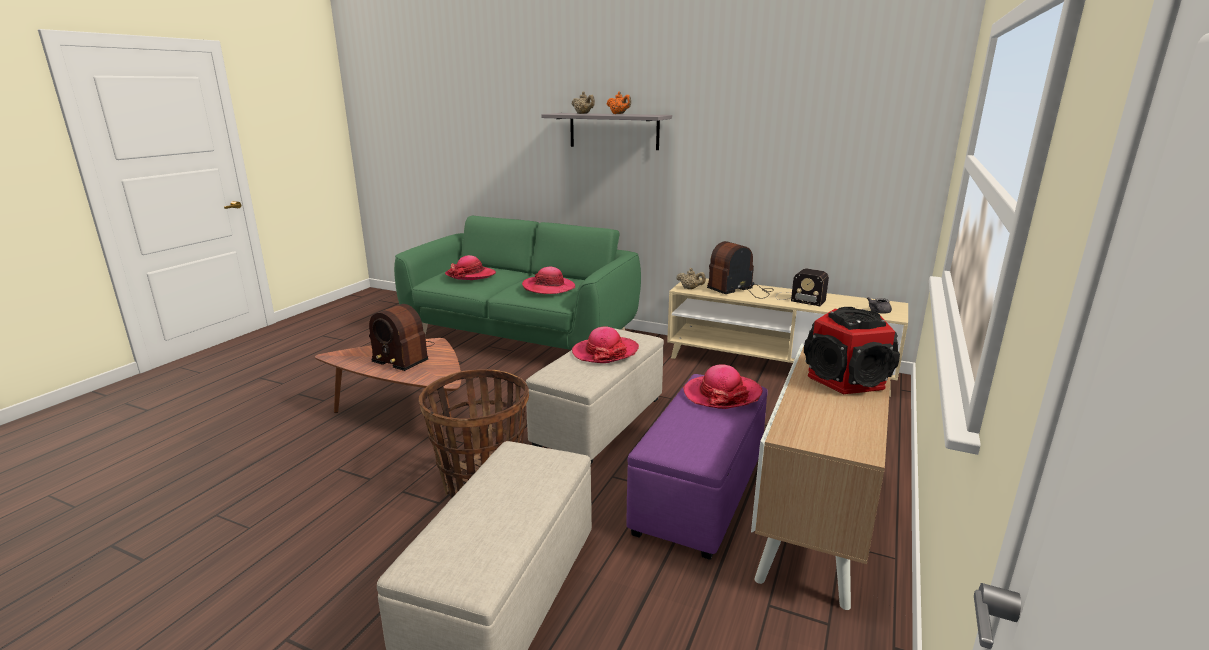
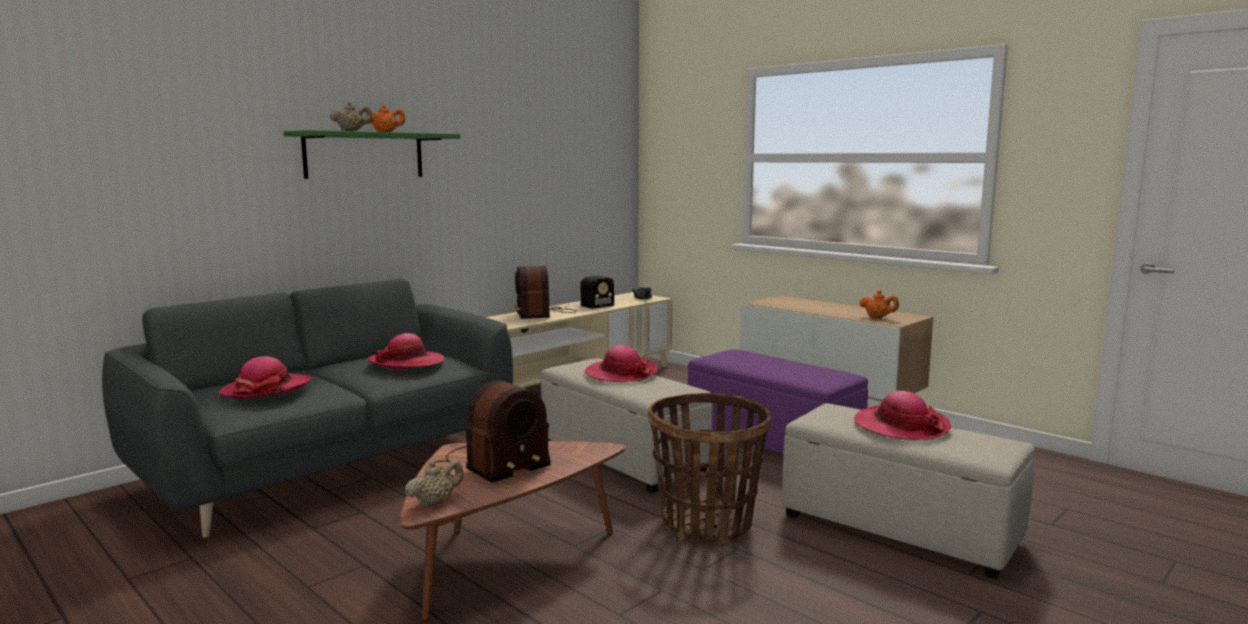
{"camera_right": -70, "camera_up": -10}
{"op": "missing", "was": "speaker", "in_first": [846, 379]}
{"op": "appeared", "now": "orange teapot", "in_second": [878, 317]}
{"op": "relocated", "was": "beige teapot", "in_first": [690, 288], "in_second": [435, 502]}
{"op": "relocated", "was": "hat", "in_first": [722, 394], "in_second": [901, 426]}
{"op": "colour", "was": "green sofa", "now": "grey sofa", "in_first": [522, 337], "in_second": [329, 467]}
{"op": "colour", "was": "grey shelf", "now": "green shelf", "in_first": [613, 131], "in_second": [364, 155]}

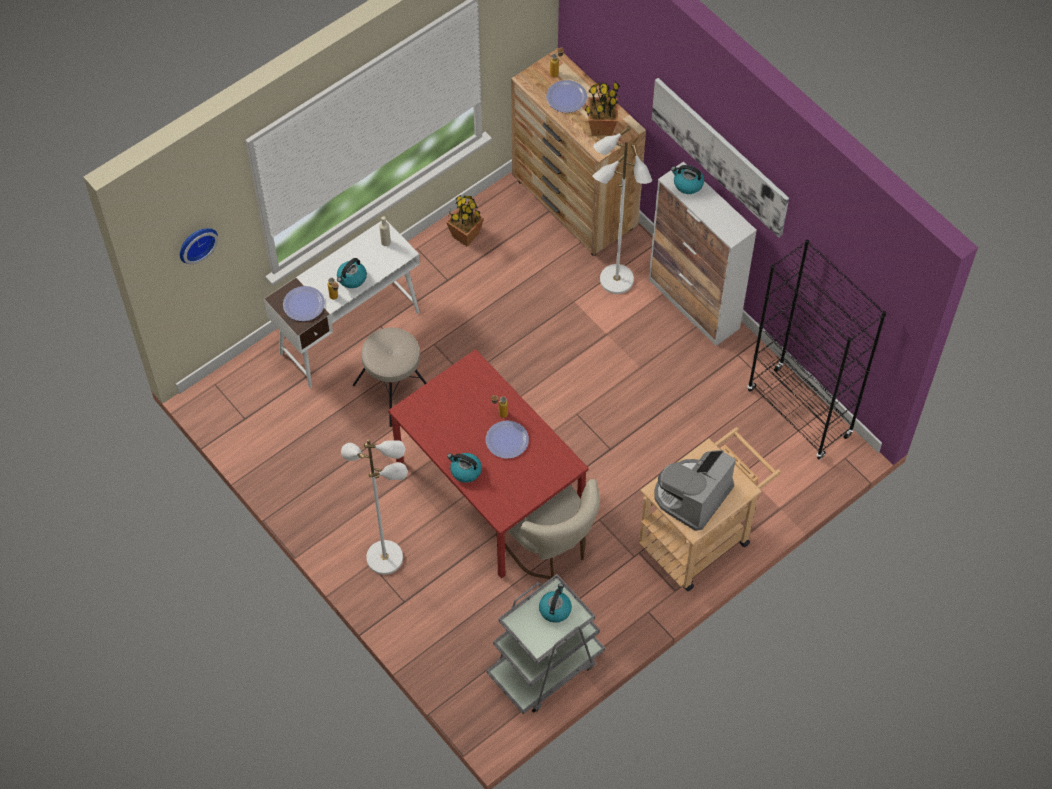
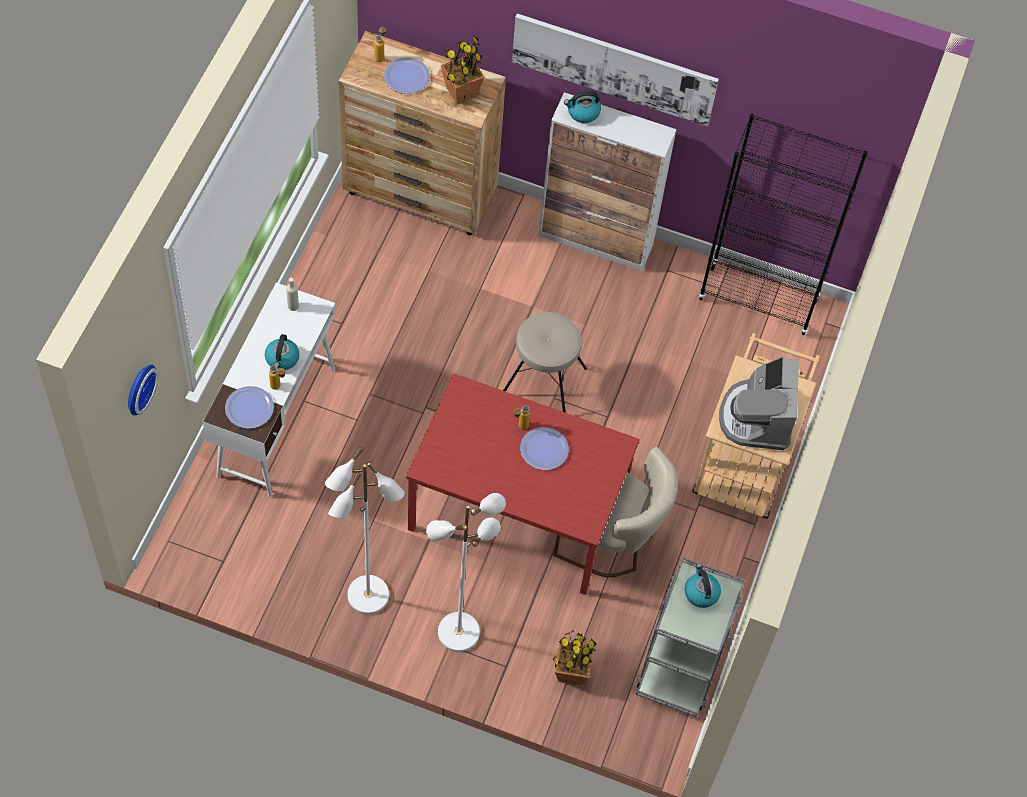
{"camera_right": -35, "camera_up": 0}
{"op": "missing", "was": "kettle", "in_first": [465, 471]}
{"op": "relocated", "was": "beige stool", "in_first": [394, 389], "in_second": [543, 380]}
{"op": "relocated", "was": "potted plant", "in_first": [465, 235], "in_second": [571, 672]}
{"op": "relocated", "was": "white floor lamp", "in_first": [616, 280], "in_second": [368, 596]}

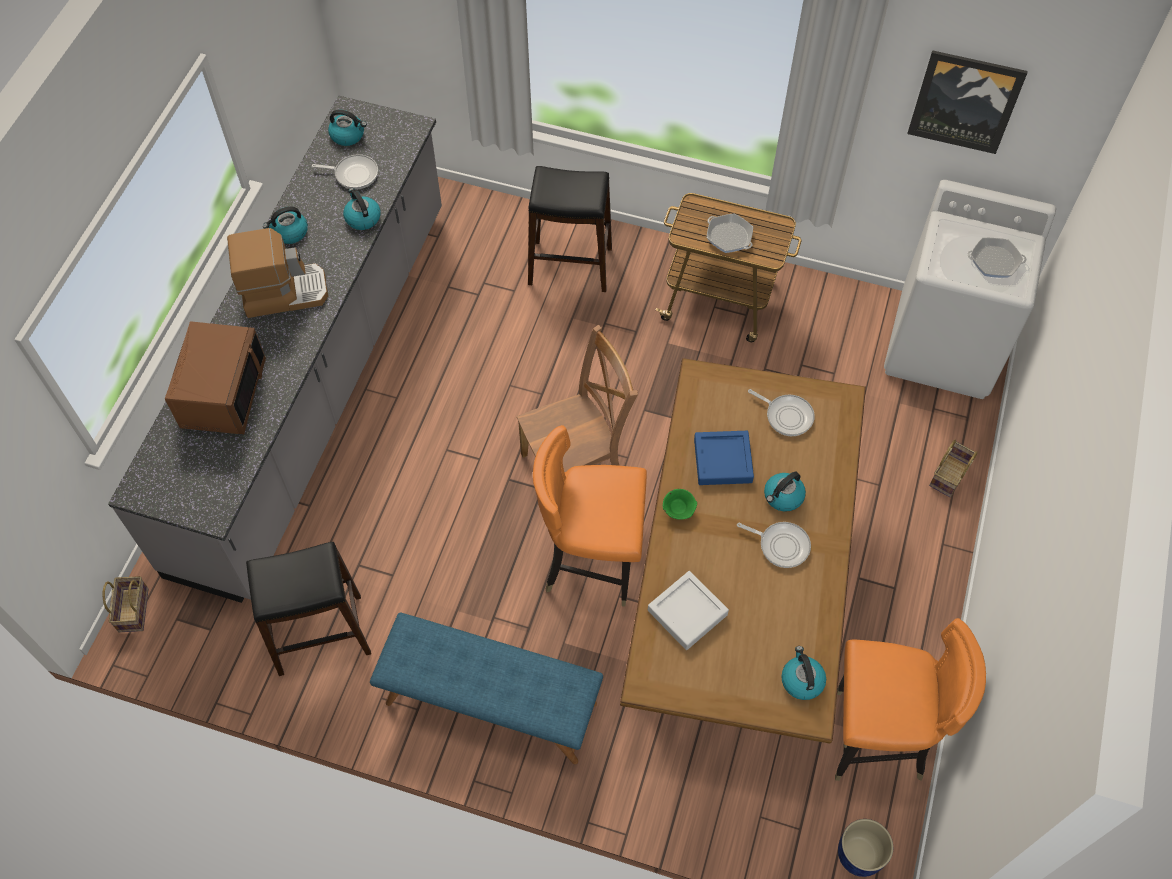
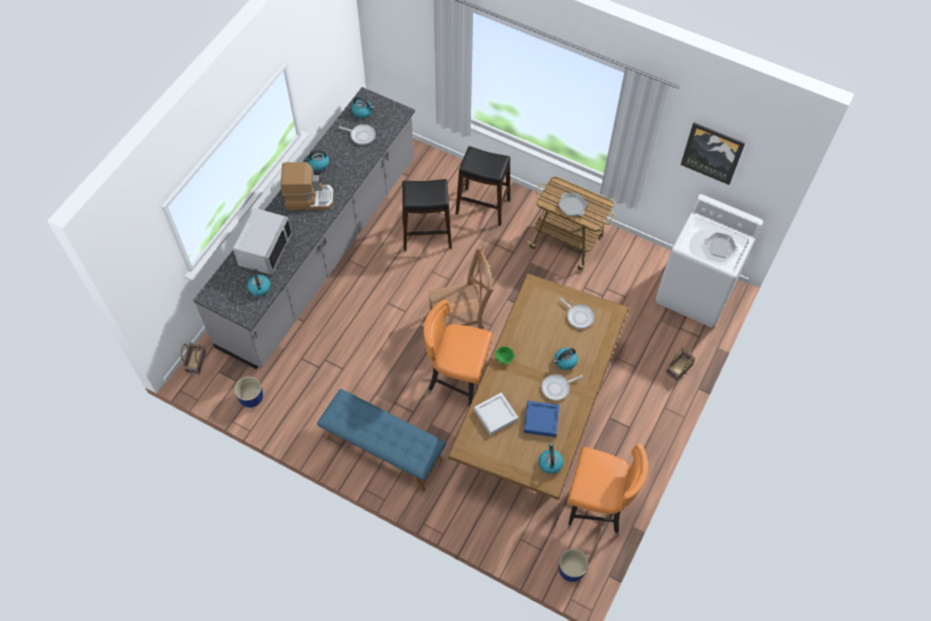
{"camera_right": 10, "camera_up": 0}
{"op": "appeared", "now": "blue planter", "in_second": [251, 398]}
{"op": "relocated", "was": "black stool", "in_first": [321, 634], "in_second": [427, 235]}
{"op": "relocated", "was": "kettle", "in_first": [362, 218], "in_second": [259, 287]}
{"op": "relocated", "was": "blue tray", "in_first": [722, 461], "in_second": [541, 420]}
{"op": "colour", "was": "brown microwave", "now": "grey microwave", "in_first": [222, 393], "in_second": [264, 250]}
{"op": "spun", "was": "frying pan", "in_first": [781, 545], "in_second": [557, 388], "clockwise": 120}

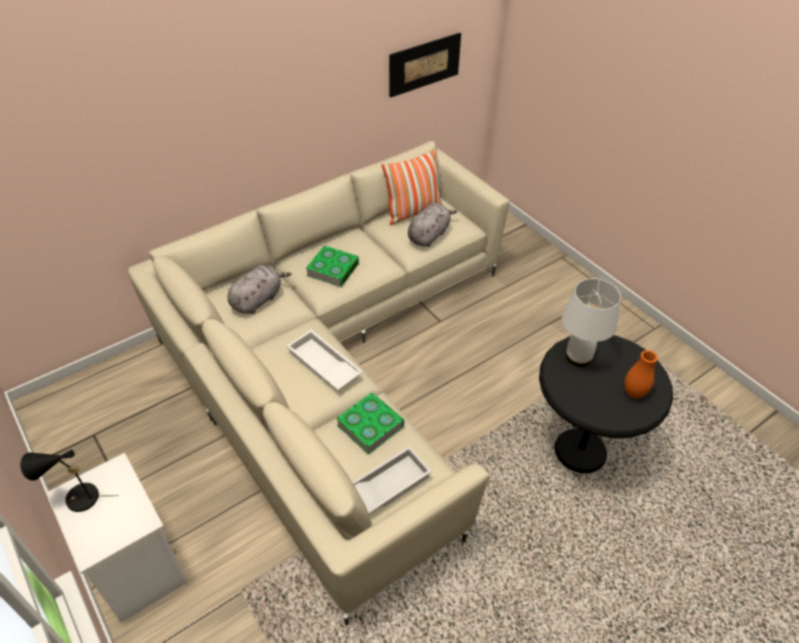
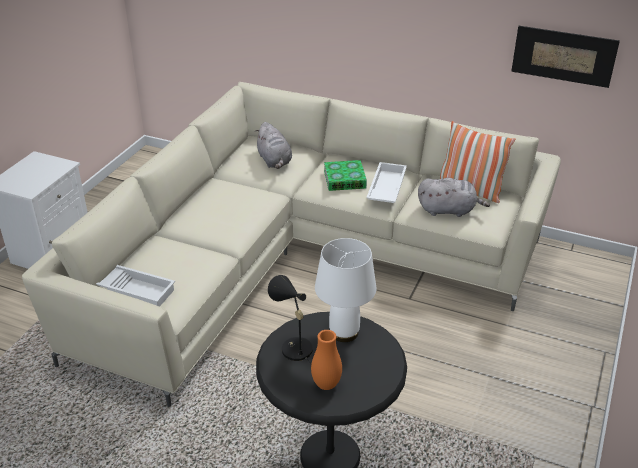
{"camera_right": 60, "camera_up": -10}
{"op": "missing", "was": "book", "in_first": [370, 426]}
{"op": "relocated", "was": "black table lamp", "in_first": [77, 499], "in_second": [293, 347]}
{"op": "relocated", "was": "white tray", "in_first": [323, 365], "in_second": [385, 188]}
{"op": "spun", "was": "grey plush toy", "in_first": [258, 300], "in_second": [274, 161], "clockwise": 60}

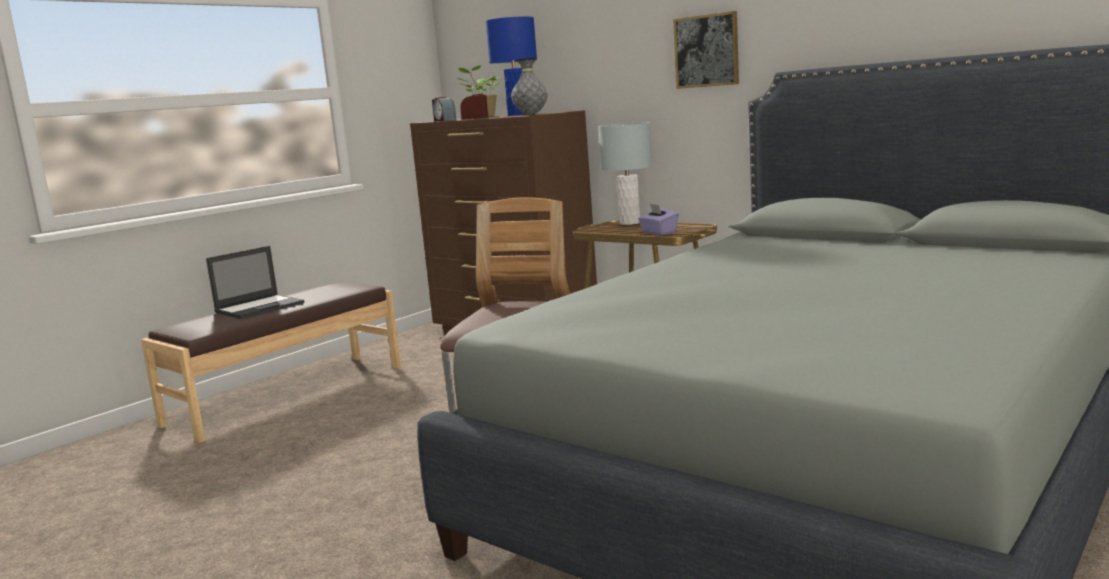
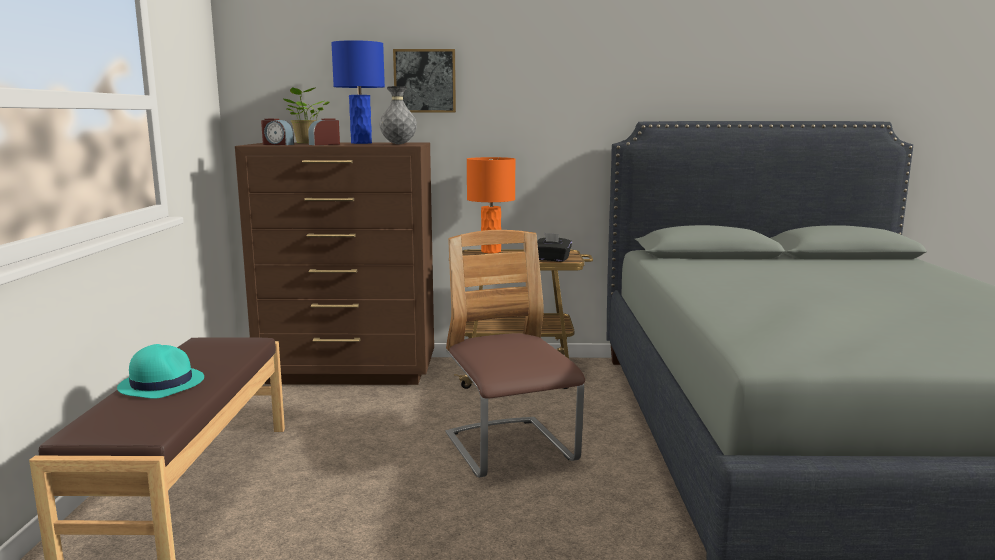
{"camera_right": -40, "camera_up": 0}
{"op": "relocated", "was": "picture", "in_first": [706, 51], "in_second": [425, 81]}
{"op": "exchanged", "was": "laptop", "now": "turquoise hat", "in_first": [260, 307], "in_second": [161, 383]}
{"op": "colour", "was": "grey table lamp", "now": "orange table lamp", "in_first": [629, 223], "in_second": [490, 251]}
{"op": "colour", "was": "purple tissue box", "now": "black tissue box", "in_first": [658, 233], "in_second": [552, 259]}

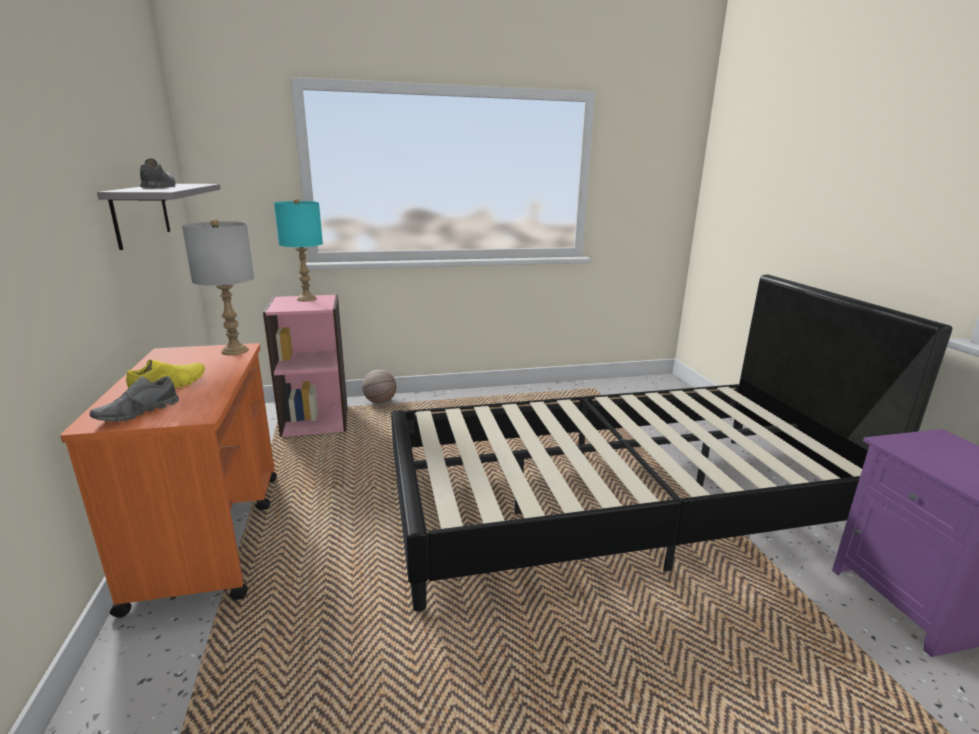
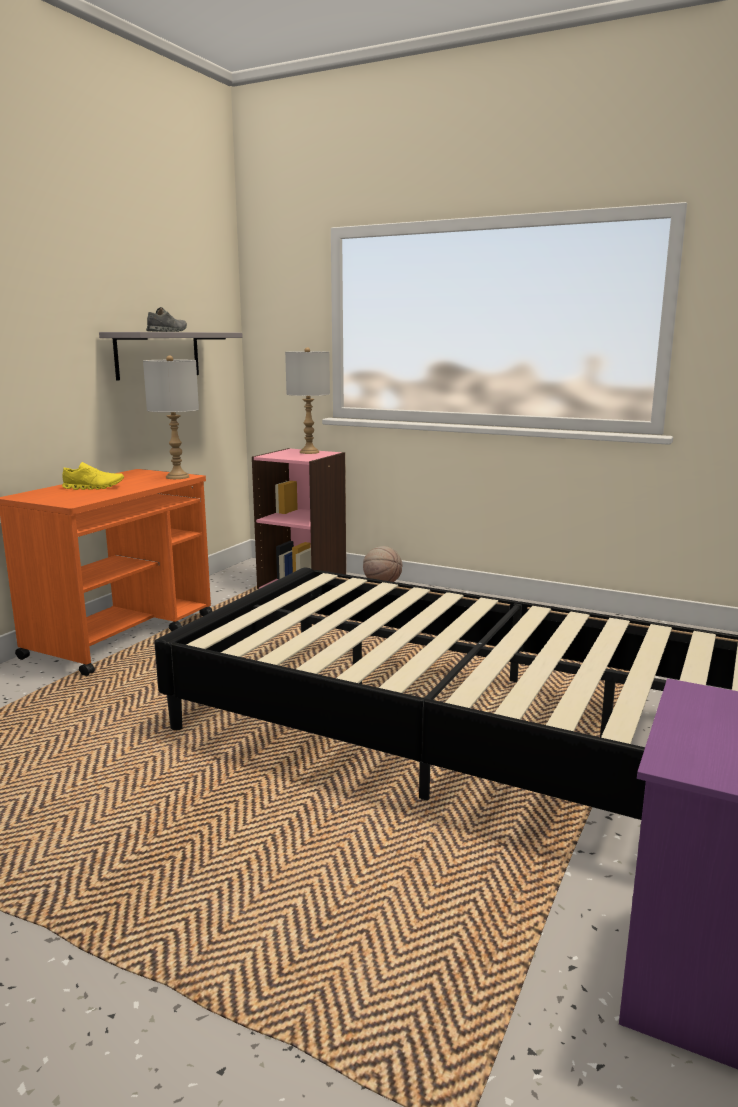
{"camera_right": 40, "camera_up": -5}
{"op": "missing", "was": "grey shoe", "in_first": [137, 413]}
{"op": "colour", "was": "turquoise table lamp", "now": "grey table lamp", "in_first": [307, 299], "in_second": [309, 452]}

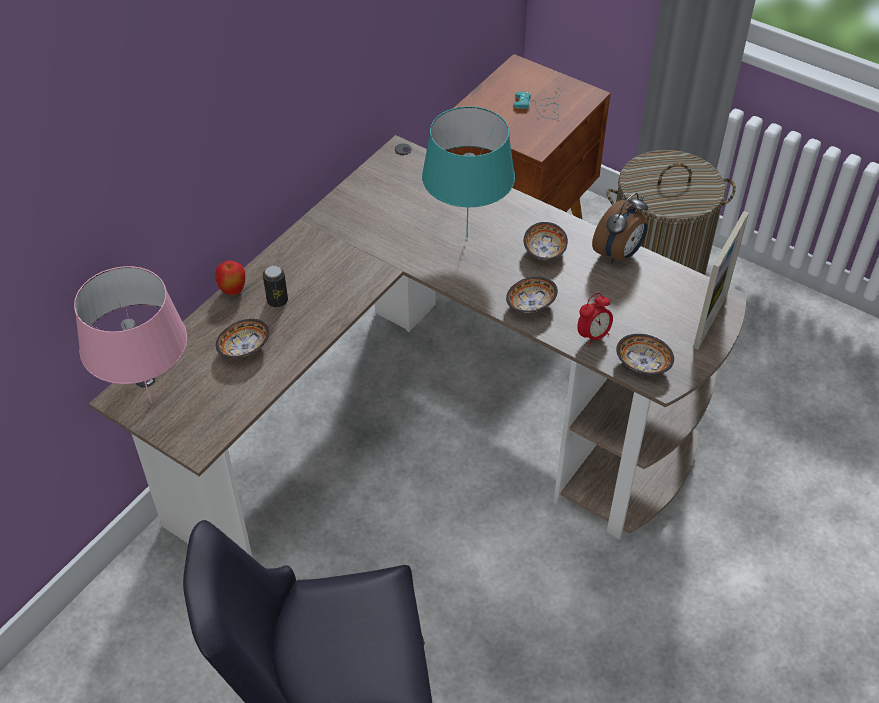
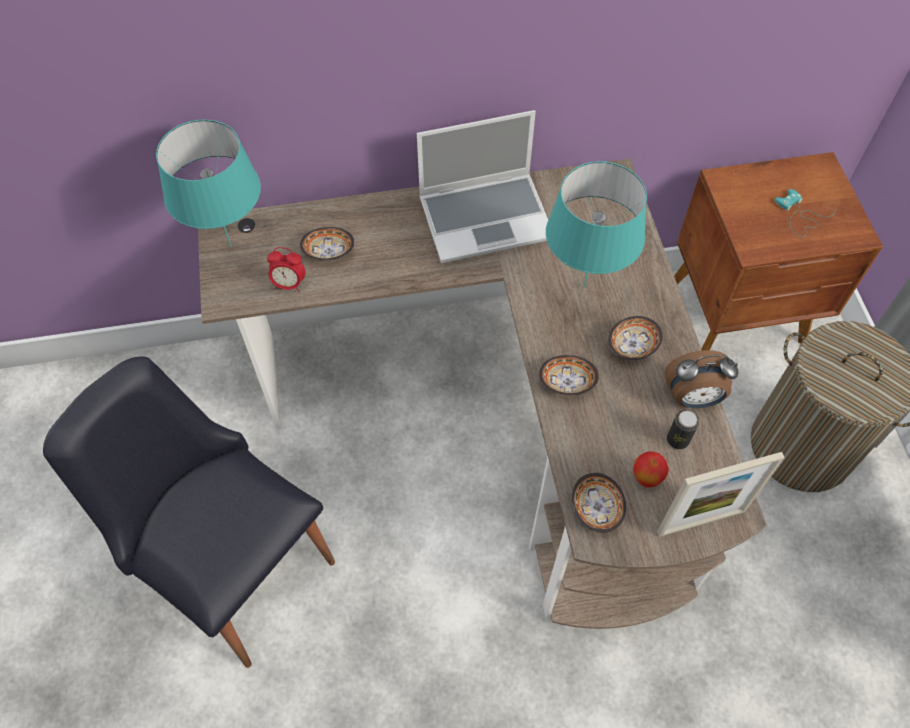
{"camera_right": 45, "camera_up": 10}
{"op": "appeared", "now": "laptop", "in_second": [486, 217]}
{"op": "relocated", "was": "apple", "in_first": [233, 291], "in_second": [646, 478]}
{"op": "relocated", "was": "can", "in_first": [277, 300], "in_second": [677, 439]}
{"op": "relocated", "was": "alarm clock", "in_first": [593, 336], "in_second": [289, 284]}
{"op": "colour", "was": "pink table lamp", "now": "turquoise table lamp", "in_first": [150, 402], "in_second": [230, 245]}

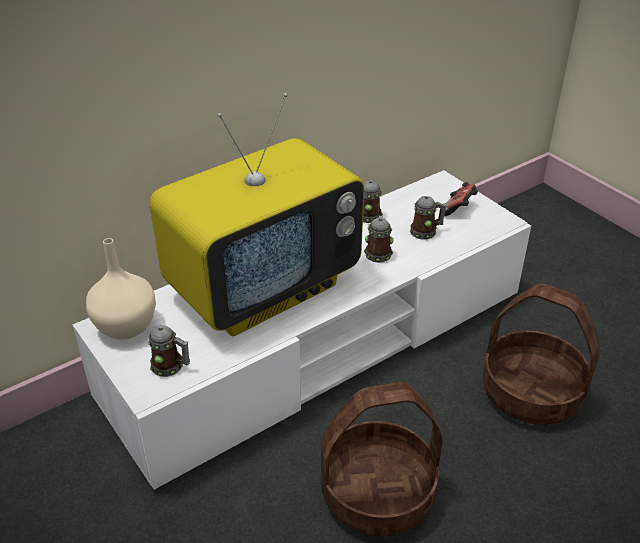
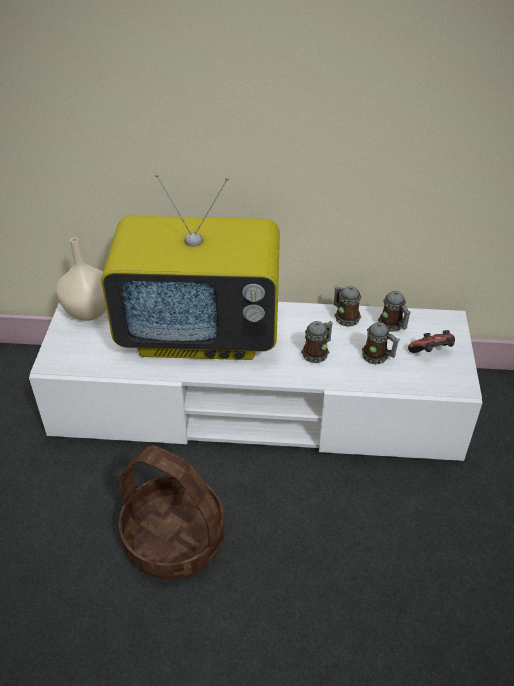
{"camera_right": 40, "camera_up": 5}
{"op": "missing", "was": "basket", "in_first": [532, 392]}
{"op": "relocated", "was": "mug", "in_first": [171, 367], "in_second": [393, 326]}

